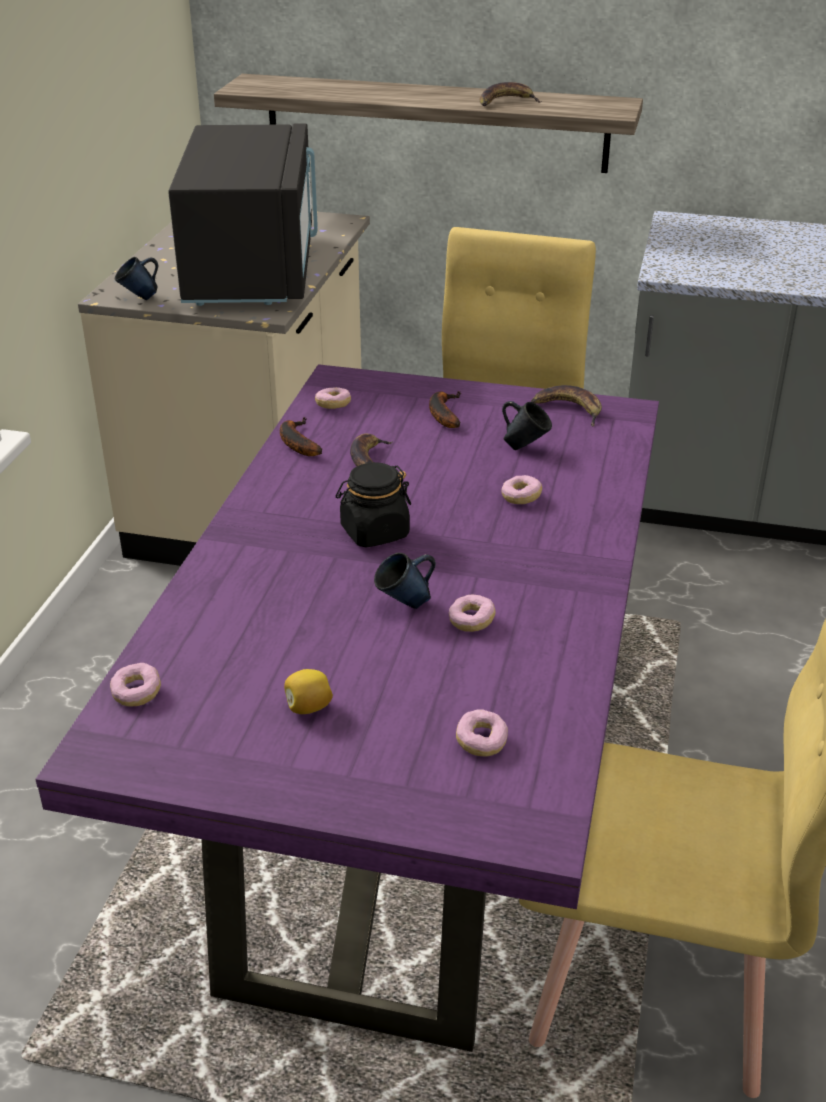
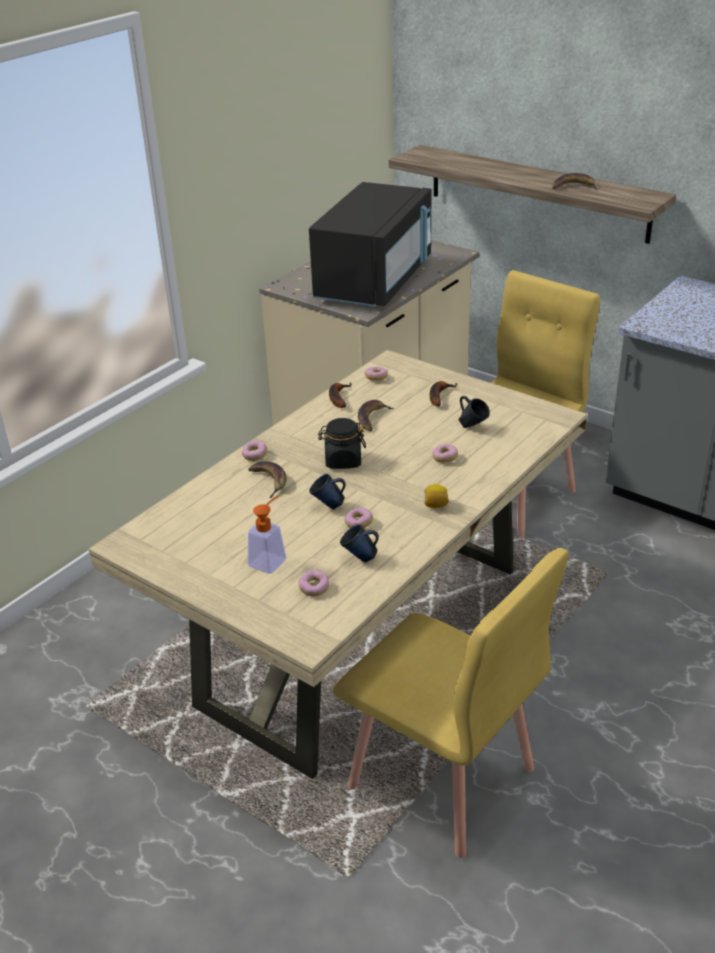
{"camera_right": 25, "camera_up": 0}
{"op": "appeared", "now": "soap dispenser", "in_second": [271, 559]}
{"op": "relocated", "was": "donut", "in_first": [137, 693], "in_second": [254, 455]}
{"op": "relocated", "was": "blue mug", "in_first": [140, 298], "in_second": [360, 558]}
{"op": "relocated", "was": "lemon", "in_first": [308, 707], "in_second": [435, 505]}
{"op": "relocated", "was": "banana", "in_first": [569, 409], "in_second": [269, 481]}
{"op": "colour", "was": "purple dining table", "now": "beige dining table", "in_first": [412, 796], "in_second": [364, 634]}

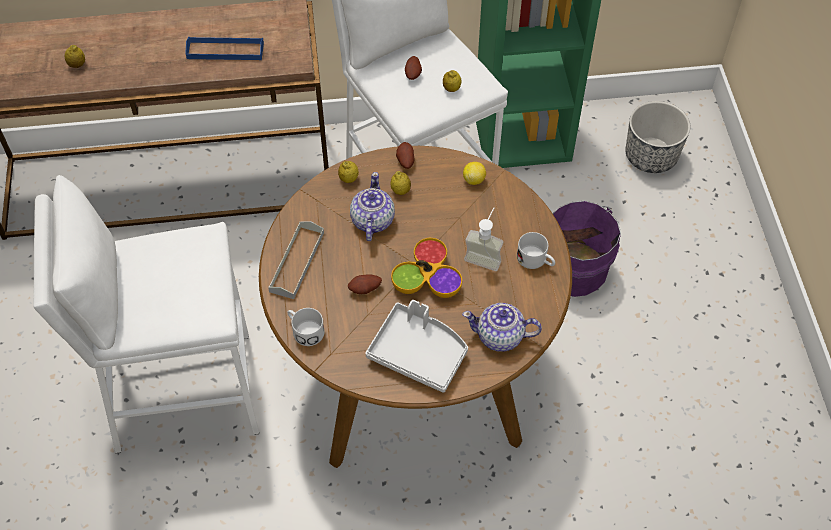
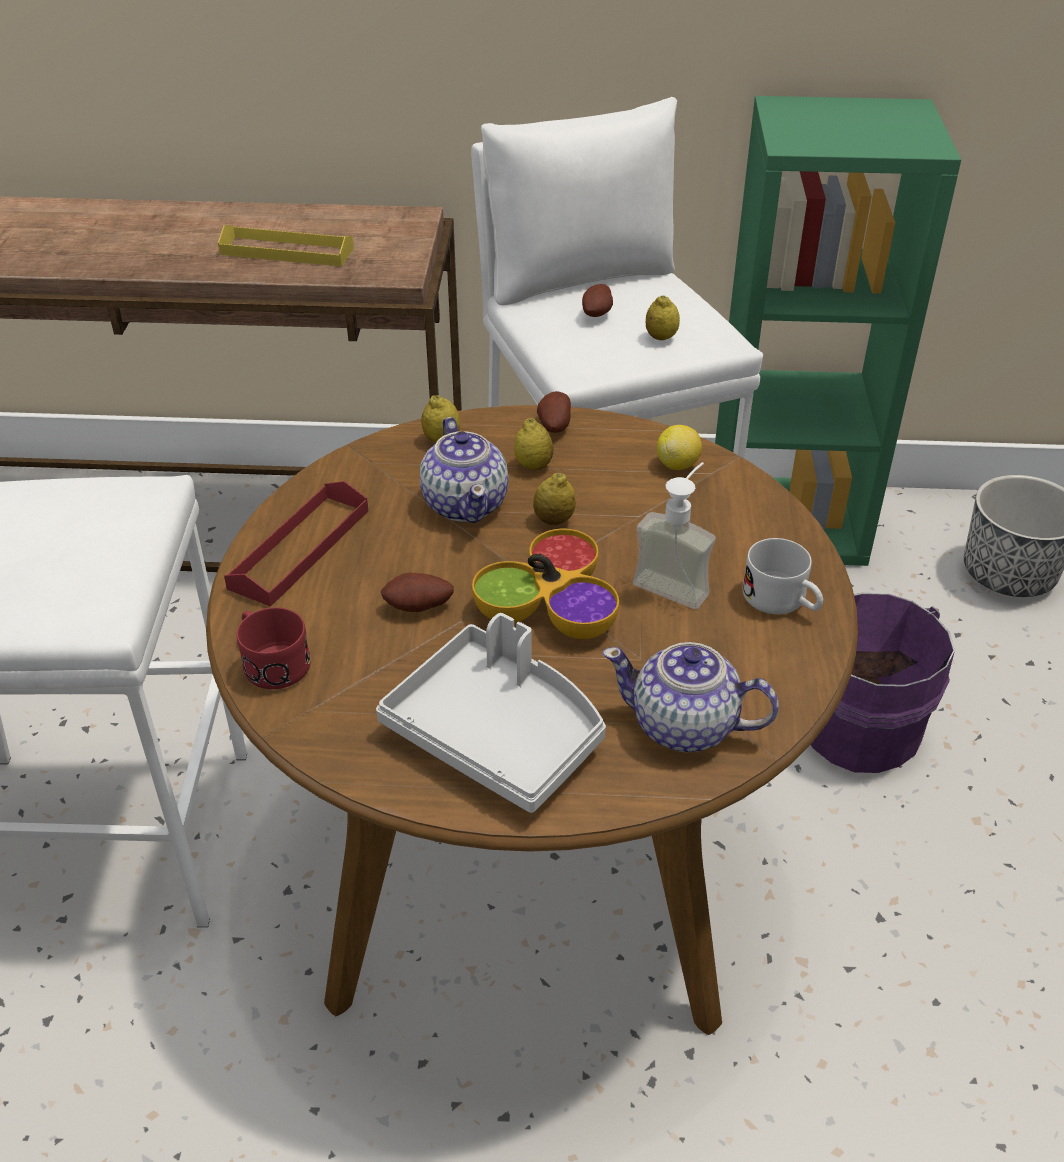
{"camera_right": 10, "camera_up": -15}
{"op": "relocated", "was": "lemon", "in_first": [77, 65], "in_second": [554, 520]}
{"op": "colour", "was": "blue tray", "now": "yellow tray", "in_first": [225, 51], "in_second": [287, 251]}
{"op": "colour", "was": "grey tray", "now": "red tray", "in_first": [297, 262], "in_second": [300, 548]}
{"op": "colour", "was": "white mug", "now": "red mug", "in_first": [304, 330], "in_second": [271, 662]}
{"op": "spun", "was": "teapot", "in_first": [372, 221], "in_second": [466, 503], "clockwise": 150}

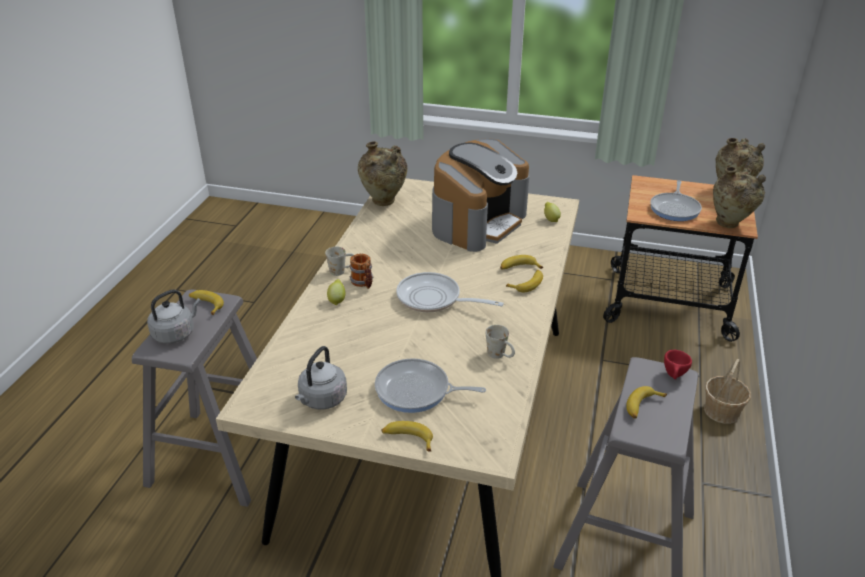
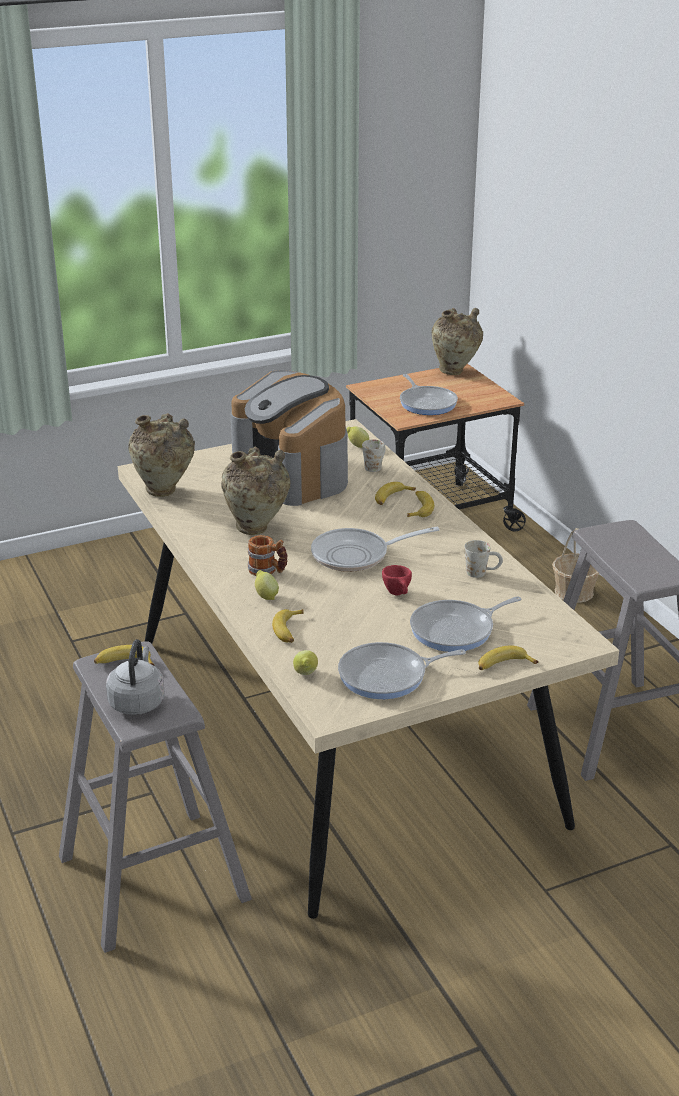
{"camera_right": -40, "camera_up": -5}
{"op": "appeared", "now": "lemon", "in_second": [305, 674]}
{"op": "relocated", "was": "white mug", "in_first": [342, 271], "in_second": [375, 466]}
{"op": "relocated", "was": "banana", "in_first": [642, 406], "in_second": [289, 631]}
{"op": "relocated", "was": "red cup", "in_first": [674, 376], "in_second": [398, 594]}
{"op": "relocated", "was": "beige vase", "in_first": [729, 225], "in_second": [257, 529]}
{"op": "exchanged", "was": "grey kettle", "now": "frying pan", "in_first": [322, 400], "in_second": [387, 676]}
{"op": "spun", "was": "coffee machine", "in_first": [478, 222], "in_second": [292, 474], "clockwise": 150}

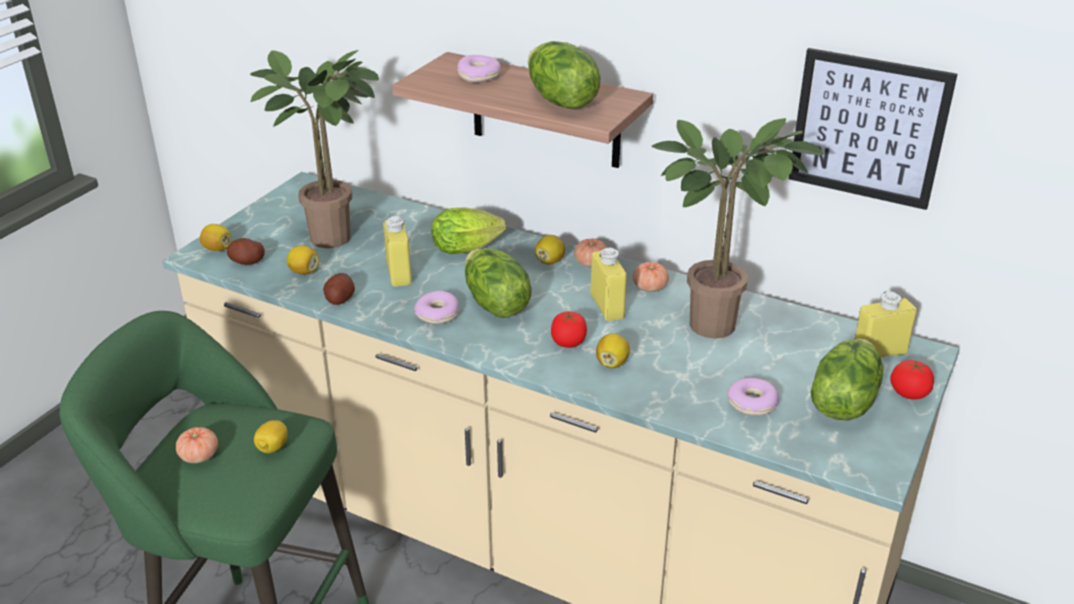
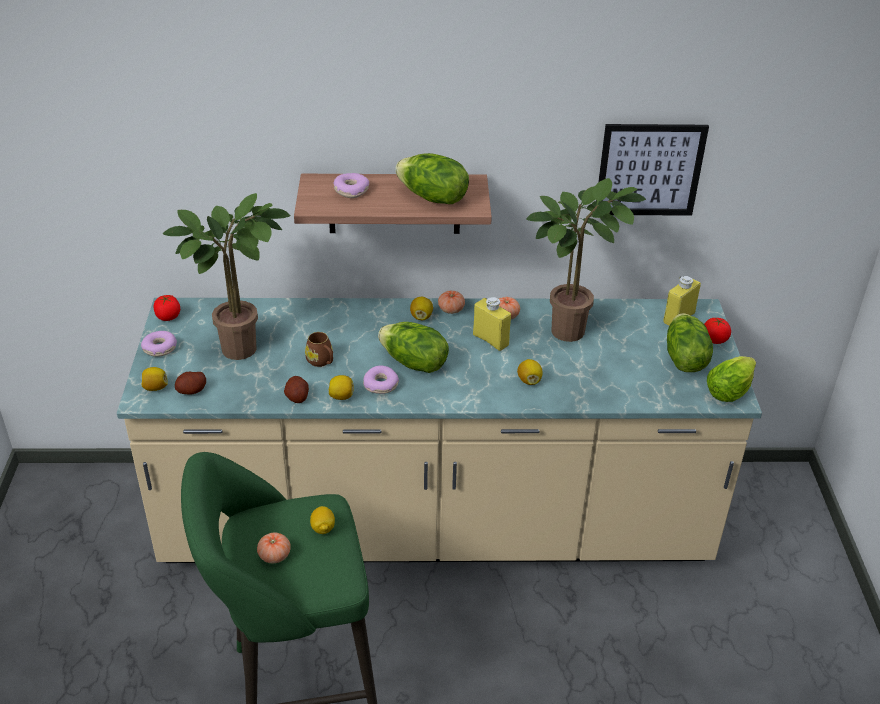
{"camera_right": -30, "camera_up": 5}
{"op": "relocated", "was": "lemon", "in_first": [304, 272], "in_second": [341, 396]}
{"op": "relocated", "was": "lettuce", "in_first": [470, 248], "in_second": [730, 390]}
{"op": "relocated", "was": "tomato", "in_first": [568, 342], "in_second": [168, 317]}
{"op": "relocated", "was": "donut", "in_first": [752, 404], "in_second": [160, 348]}
{"op": "exchanged", "was": "yellow bottle", "now": "brown mug", "in_first": [399, 273], "in_second": [321, 362]}

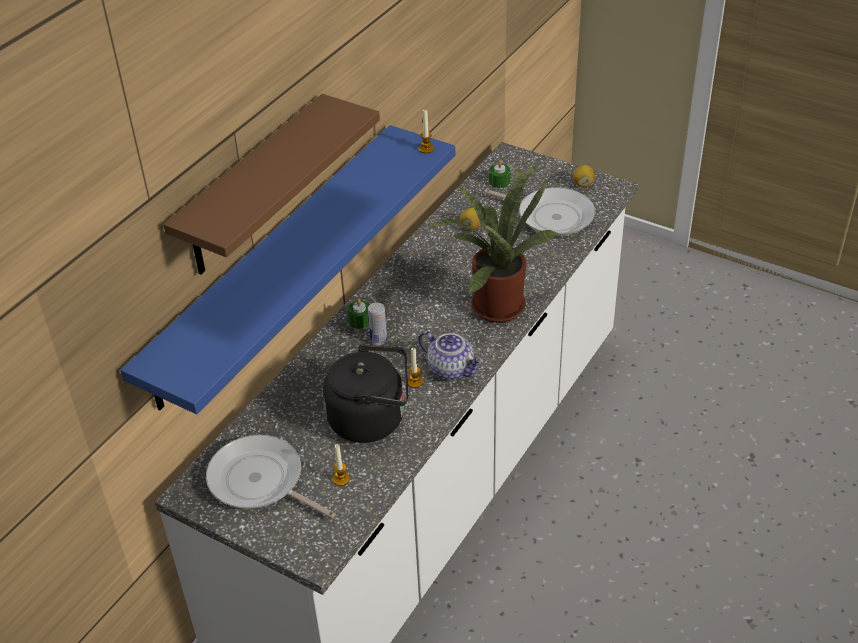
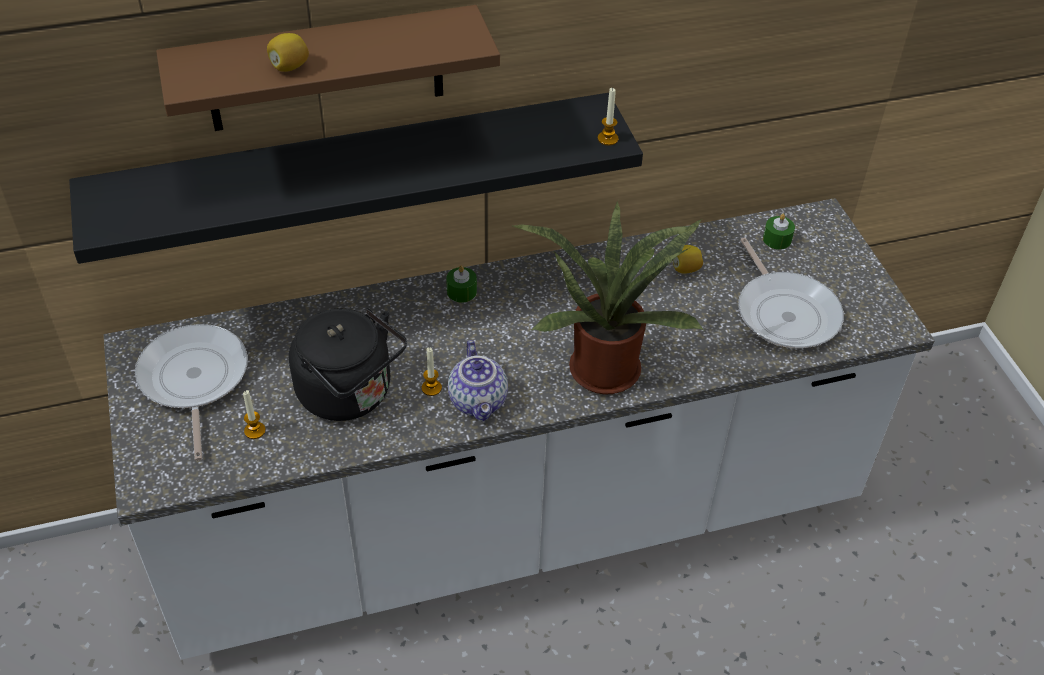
{"camera_right": 40, "camera_up": 5}
{"op": "missing", "was": "can", "in_first": [378, 340]}
{"op": "relocated", "was": "lemon", "in_first": [583, 184], "in_second": [289, 67]}
{"op": "colour", "was": "blue shelf", "now": "black shelf", "in_first": [275, 263], "in_second": [355, 170]}

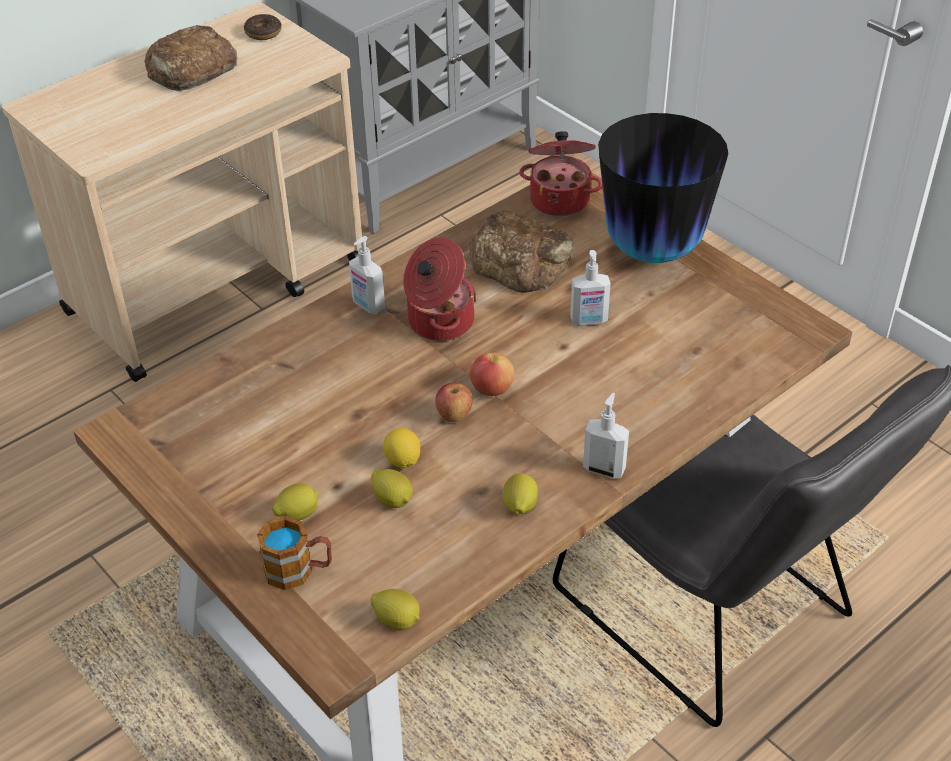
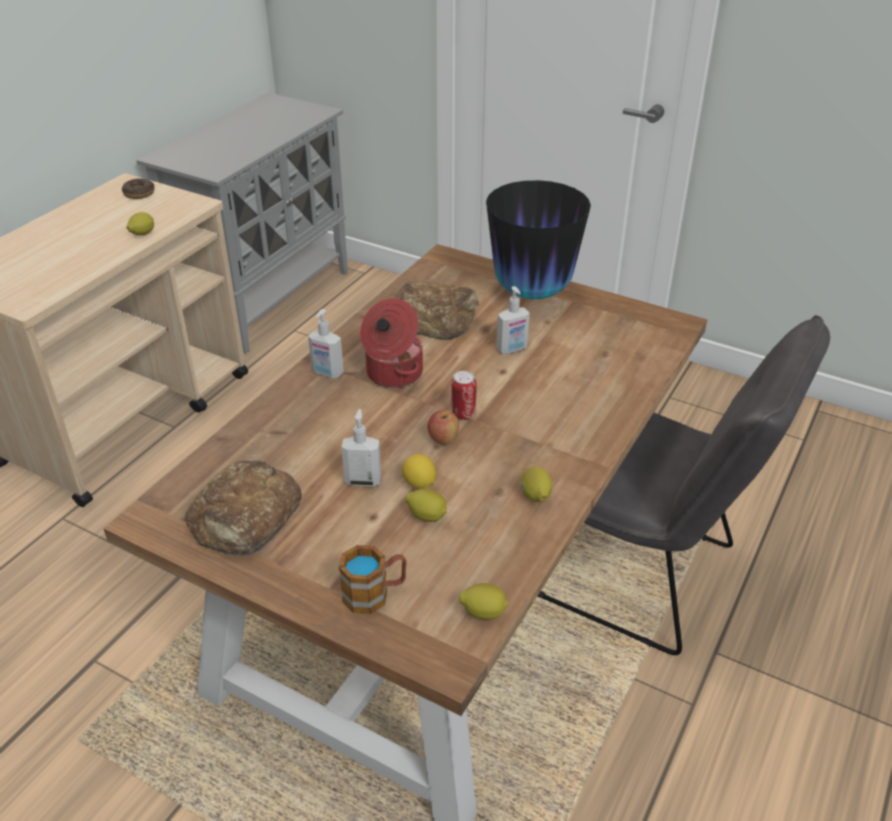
{"camera_right": -20, "camera_up": -5}
{"op": "missing", "was": "cooking pot", "in_first": [560, 199]}
{"op": "relocated", "was": "bread", "in_first": [190, 69], "in_second": [245, 518]}
{"op": "relocated", "was": "lemon", "in_first": [297, 514], "in_second": [142, 234]}
{"op": "relocated", "was": "soap dispenser", "in_first": [604, 468], "in_second": [363, 480]}
{"op": "exchanged", "was": "apple", "now": "can", "in_first": [491, 389], "in_second": [463, 414]}

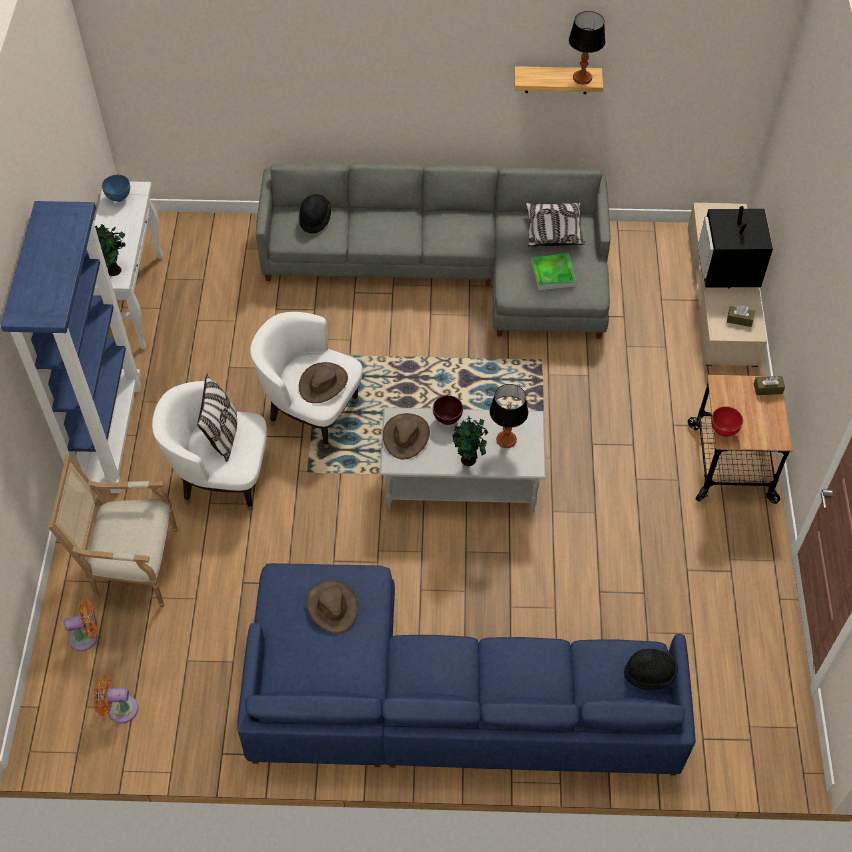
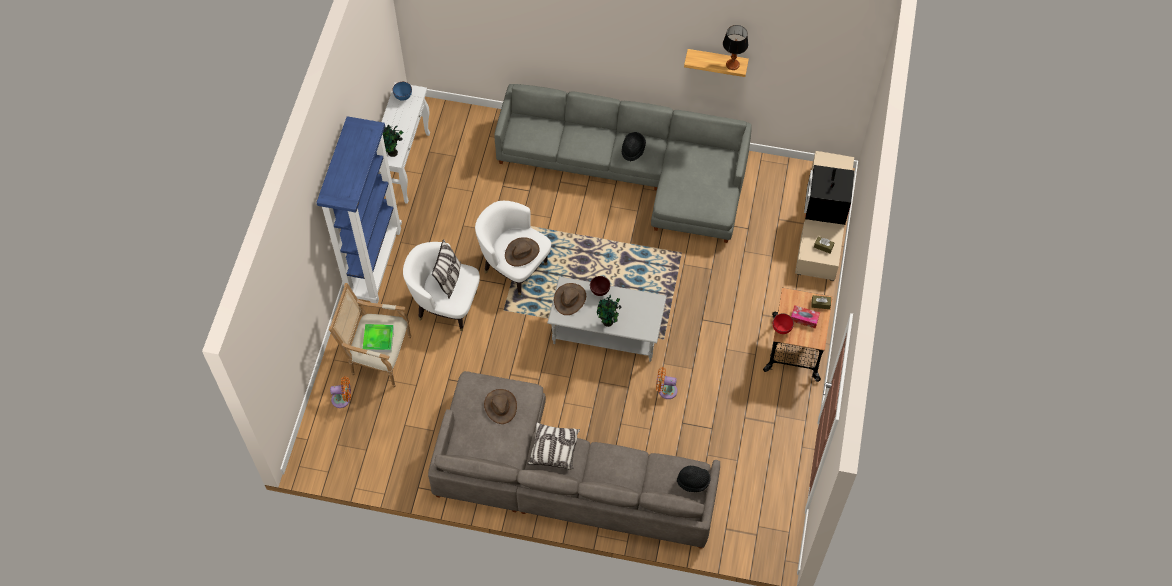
{"camera_right": 10, "camera_up": 5}
{"op": "missing", "was": "table lamp", "in_first": [506, 440]}
{"op": "appeared", "now": "tissue box", "in_second": [804, 319]}
{"op": "relocated", "was": "orange fan", "in_first": [119, 709], "in_second": [665, 390]}
{"op": "relocated", "was": "black hat", "in_first": [315, 219], "in_second": [633, 149]}
{"op": "relocated", "was": "pillow", "in_first": [553, 231], "in_second": [554, 449]}
{"op": "relocated", "was": "tray", "in_first": [553, 274], "in_second": [378, 339]}
{"op": "colour", "was": "blue sofa", "now": "grey sofa", "in_first": [439, 701], "in_second": [561, 477]}

